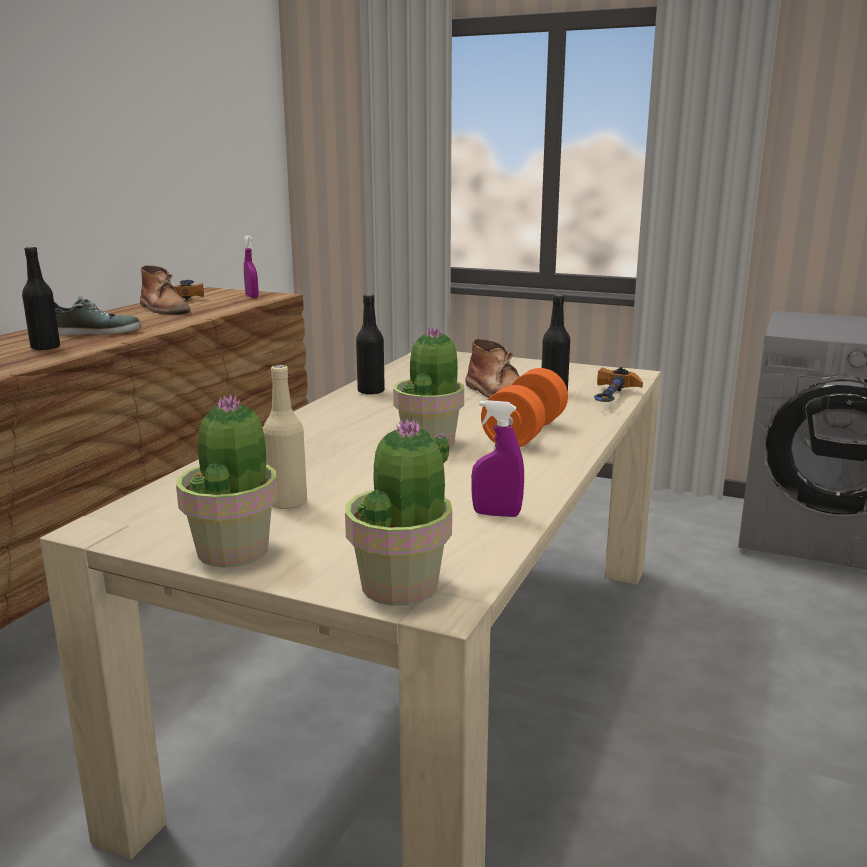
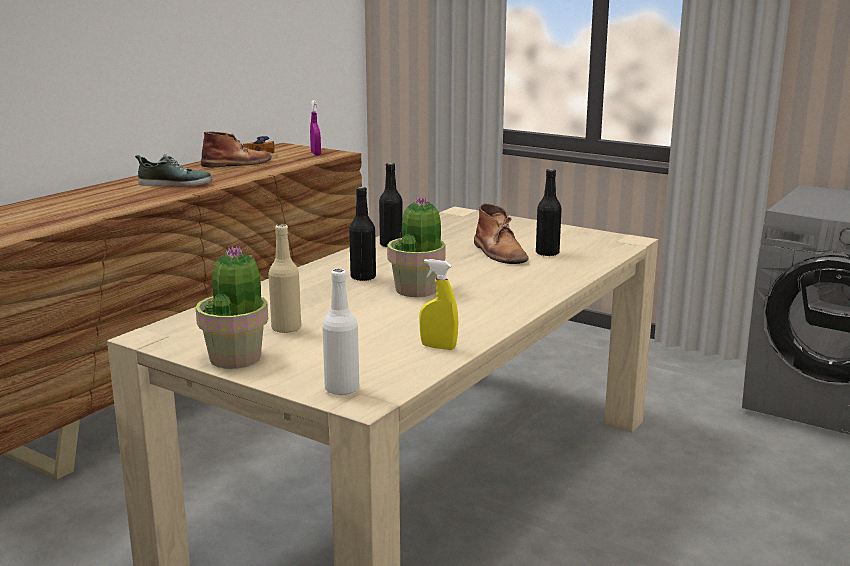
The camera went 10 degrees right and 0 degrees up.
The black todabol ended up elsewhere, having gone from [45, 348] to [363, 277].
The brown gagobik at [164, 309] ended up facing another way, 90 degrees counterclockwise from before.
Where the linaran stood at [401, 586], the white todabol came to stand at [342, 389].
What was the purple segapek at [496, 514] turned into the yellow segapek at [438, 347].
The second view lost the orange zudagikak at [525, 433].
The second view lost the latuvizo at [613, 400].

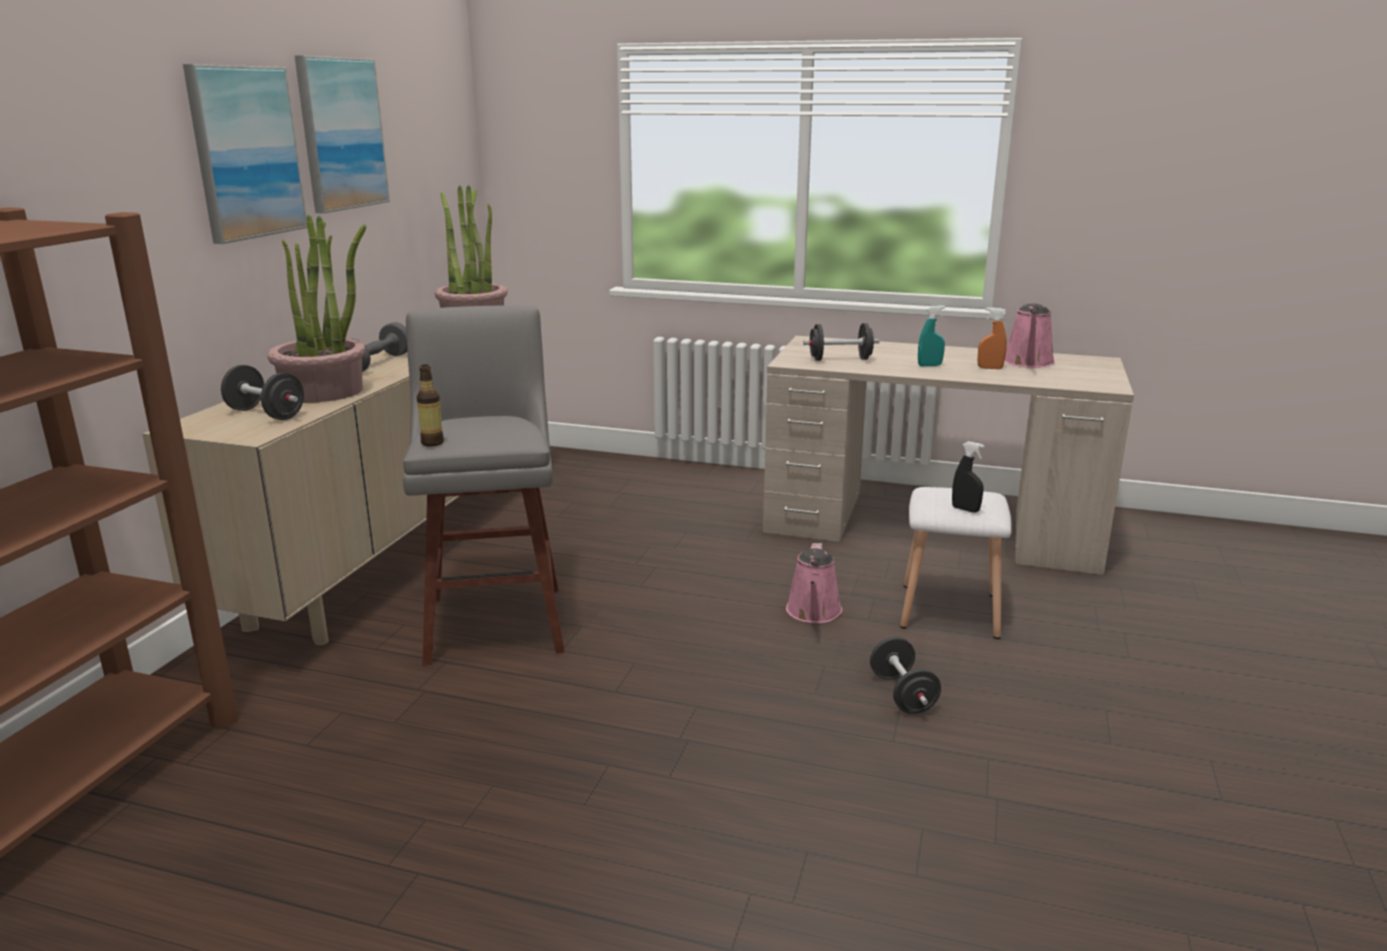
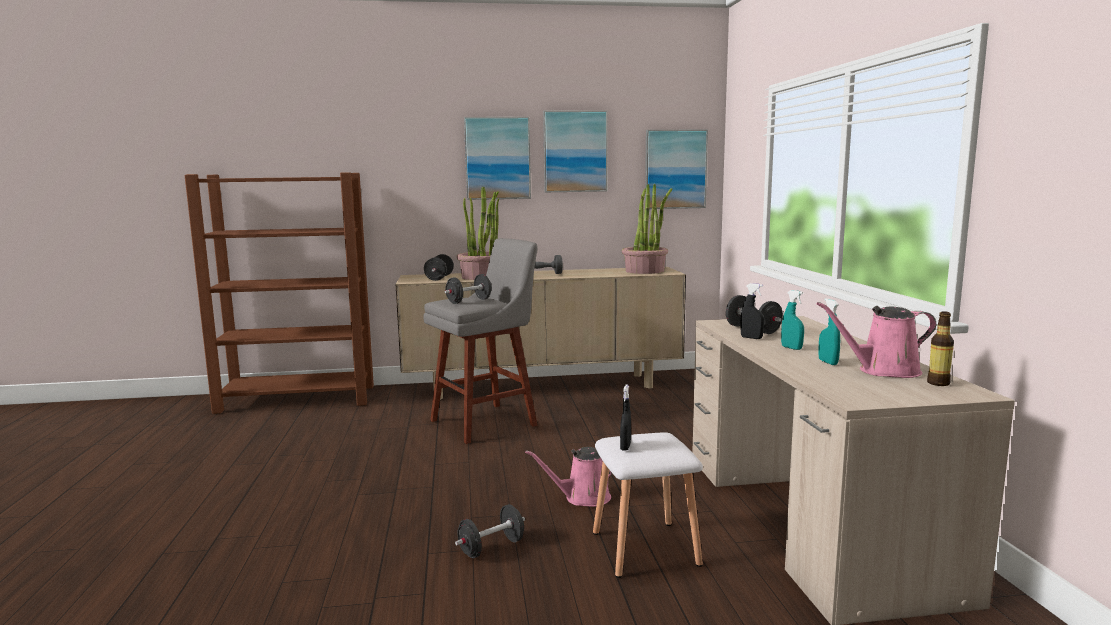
The camera went 65 degrees right and 10 degrees down.
The todabol ended up elsewhere, having gone from [432, 443] to [938, 383].
What was the orange segapek at [990, 368] turned into the turquoise segapek at [828, 362].
The second view gained the black zudagikak at [469, 301].
The second view gained the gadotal at [675, 169].
The second view gained the black segapek at [751, 338].

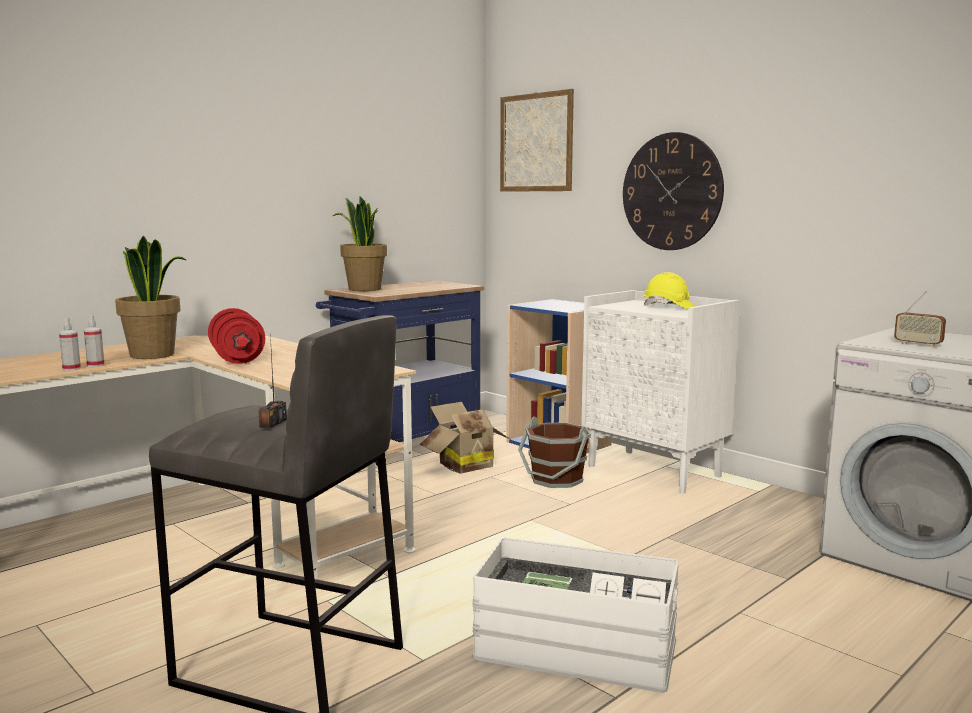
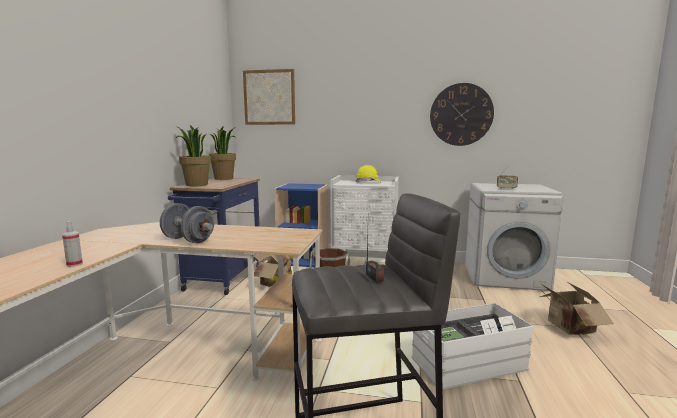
The camera went 35 degrees left and 0 degrees up.
The second view lost the segapek at [71, 369].
The linaran ended up elsewhere, having gone from [153, 355] to [224, 178].
What was the red zudagikak at [237, 359] turned into the grey zudagikak at [188, 240].
The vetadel ended up elsewhere, having gone from [671, 192] to [461, 114].
The second view gained the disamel at [568, 328].

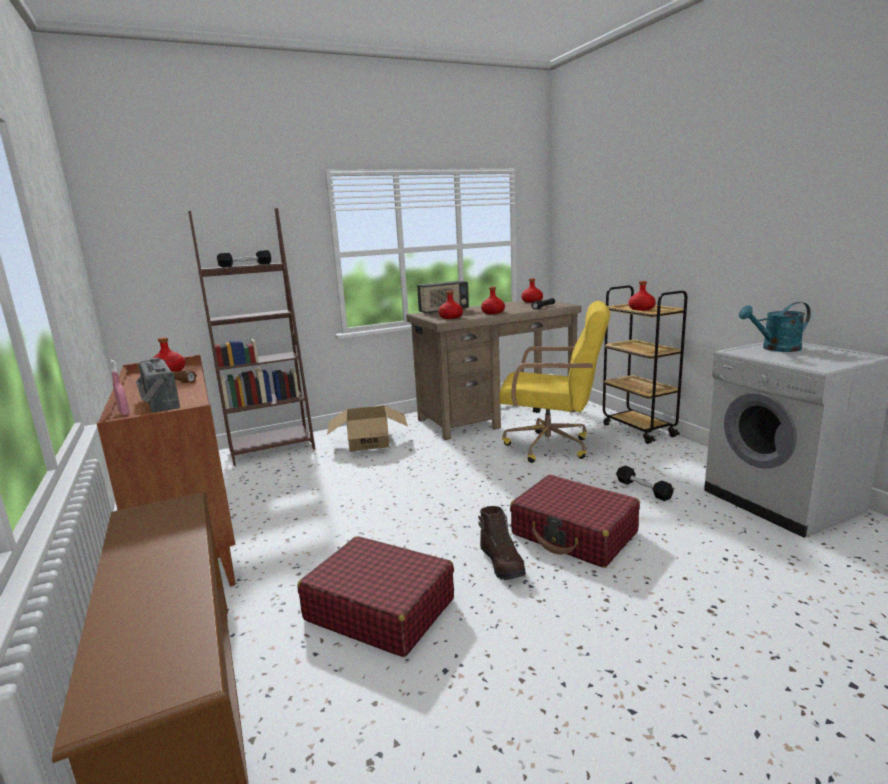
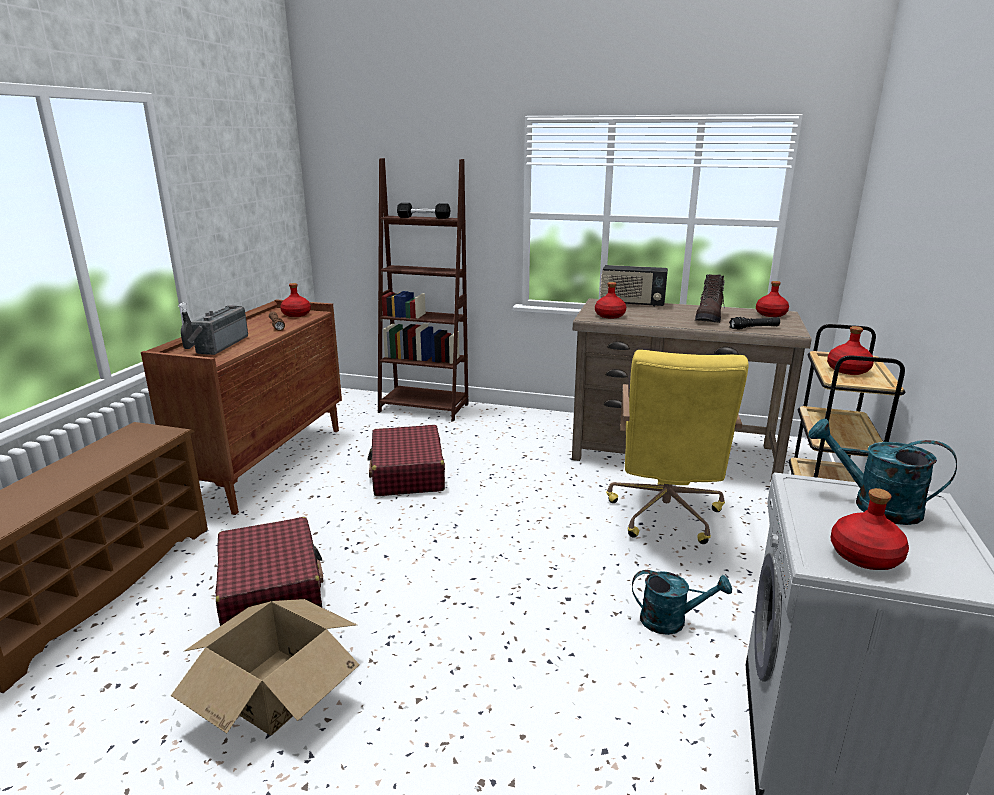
The camera went 40 degrees right and 5 degrees up.
What was the pink segapek at [124, 413] turned into the grey segapek at [189, 347].
The disamel ended up elsewhere, having gone from [369, 442] to [276, 690].
The brown gagobik ended up elsewhere, having gone from [502, 563] to [709, 318].
The red todabol ended up elsewhere, having gone from [493, 312] to [865, 557].
The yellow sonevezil at [553, 447] ended up facing another way, 45 degrees clockwise from before.
The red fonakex ended up elsewhere, having gone from [574, 534] to [407, 473].
Where the black zudagikak stood at [643, 489], the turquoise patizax came to stand at [671, 621].

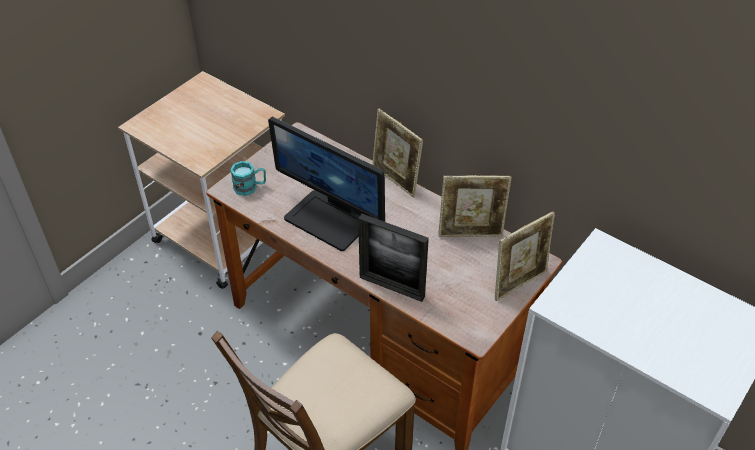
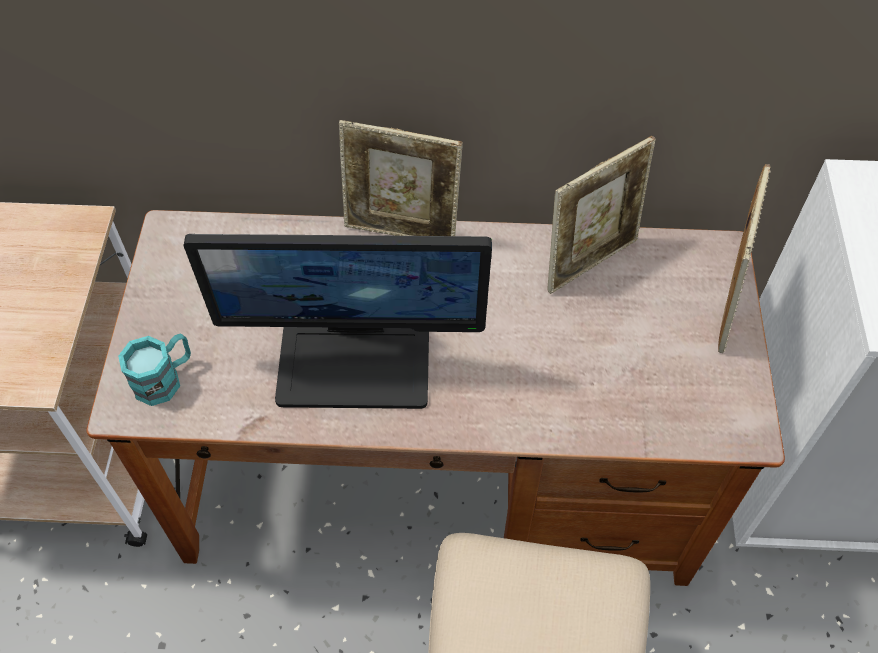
The camera went 35 degrees left and 10 degrees up.
The second view lost the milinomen at [391, 287].

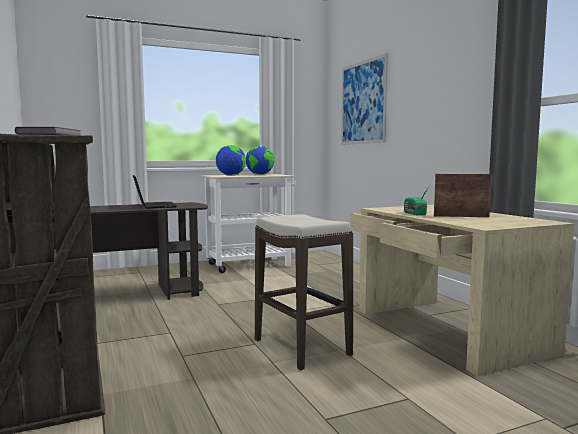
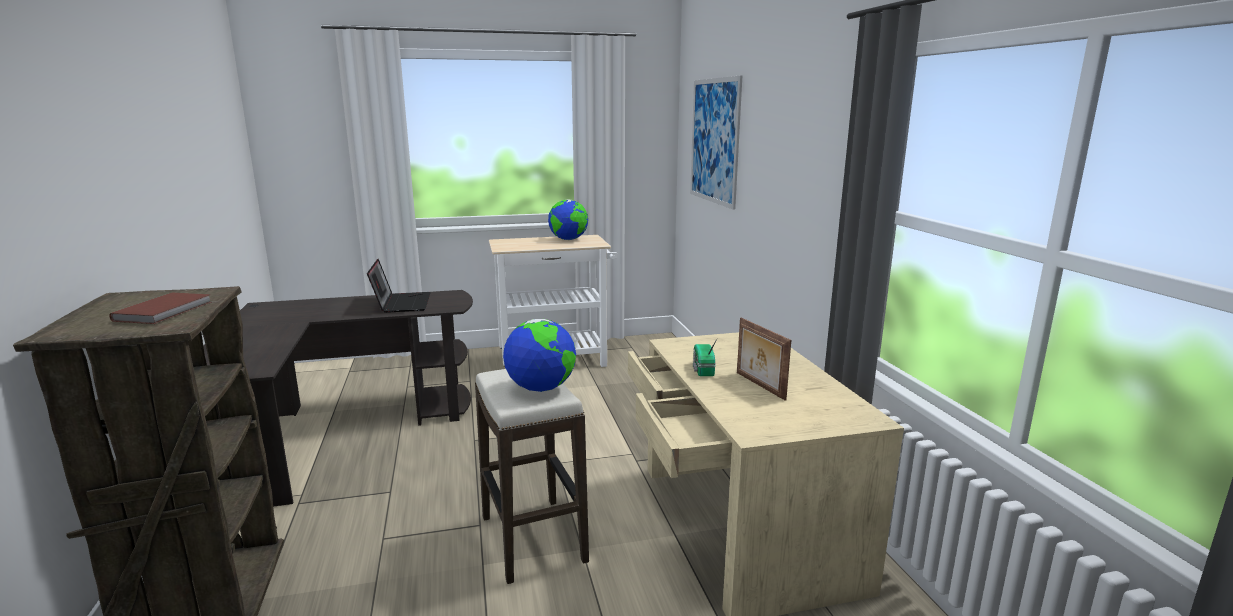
The camera went 10 degrees right and 10 degrees up.
The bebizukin ended up elsewhere, having gone from [231, 175] to [541, 388].
The milinomen at [461, 216] ended up facing another way, 135 degrees counterclockwise from before.

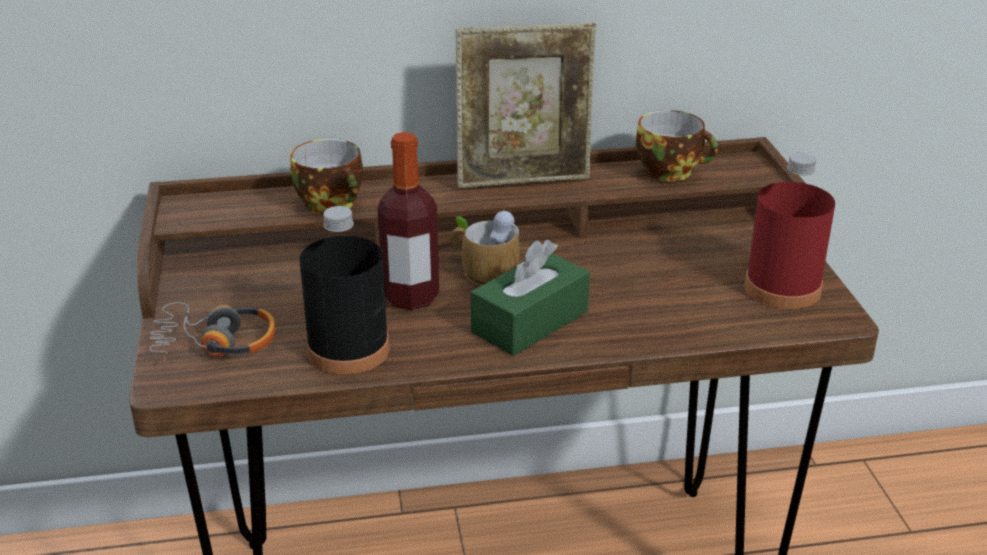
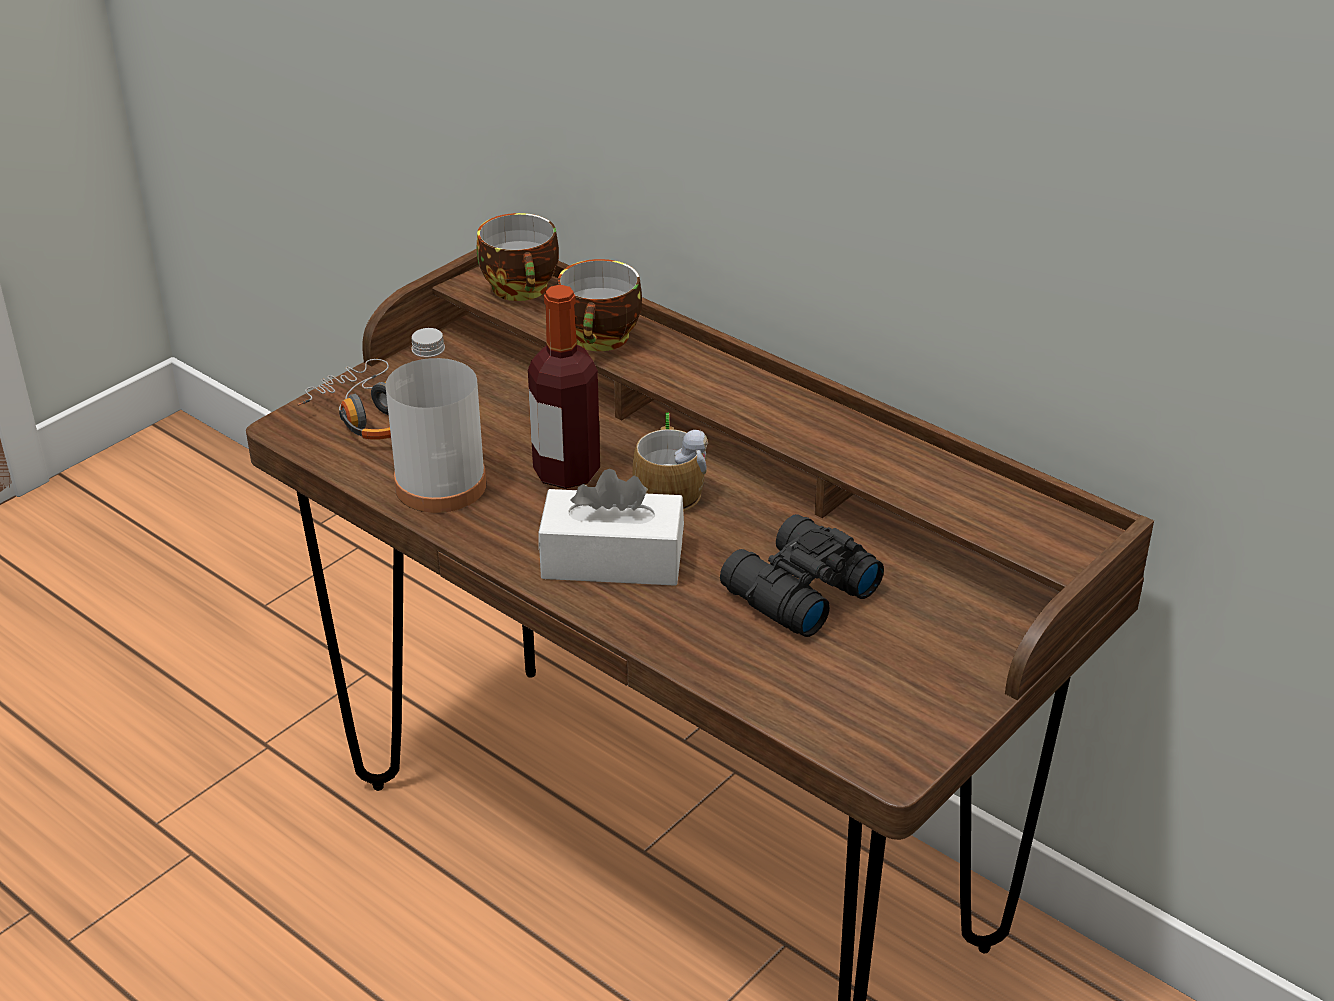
The camera went 50 degrees right and 5 degrees up.
What was the black todabol at [348, 350] turned into the white todabol at [440, 485].
The second view lost the milinomen at [524, 180].
What was the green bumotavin at [530, 322] turned into the white bumotavin at [612, 560].
The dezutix ended up elsewhere, having gone from [671, 171] to [523, 289].
The second view lost the red todabol at [782, 288].
The second view gained the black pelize at [796, 591].

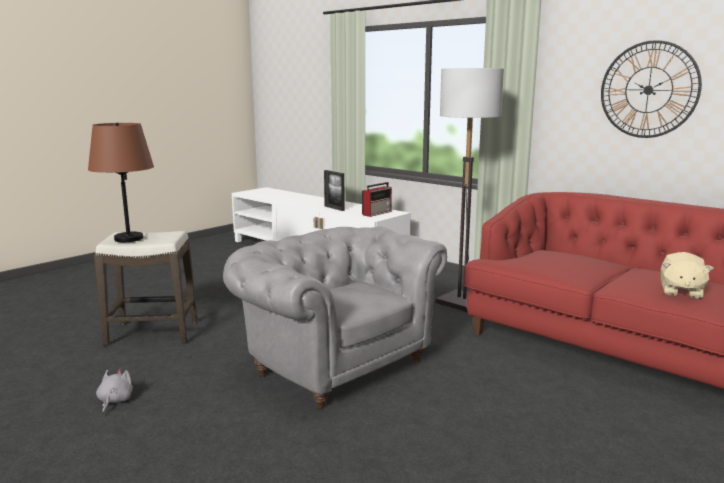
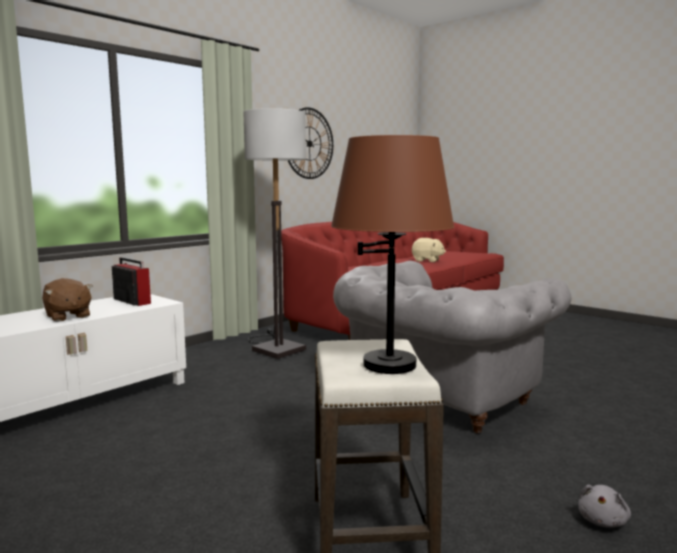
The camera went 90 degrees left and 5 degrees down.
The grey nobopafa at [114, 401] ended up facing another way, 60 degrees counterclockwise from before.
Where the milinomen stood at [334, 208], the brown nobopafa came to stand at [67, 316].

